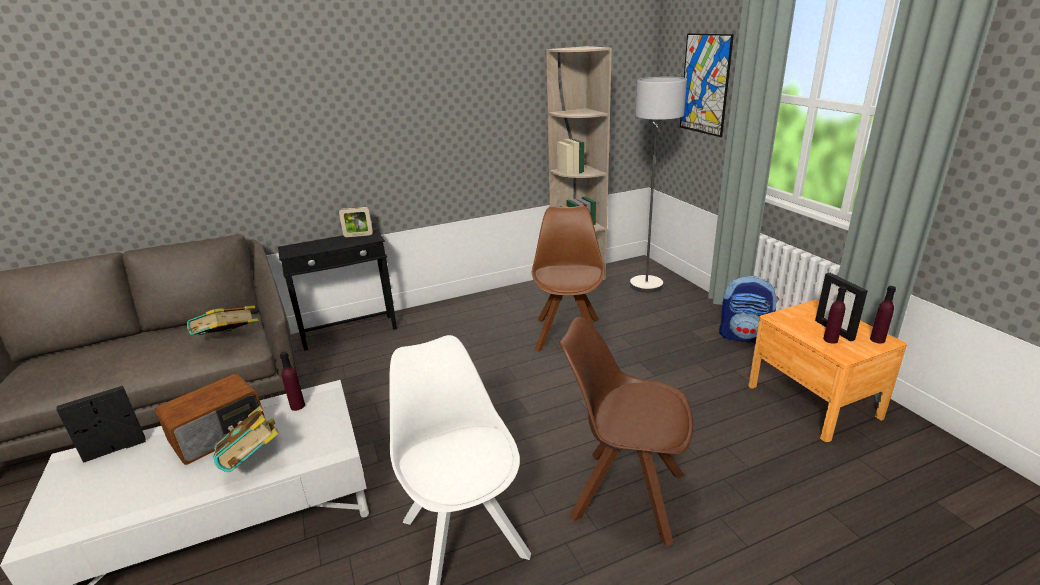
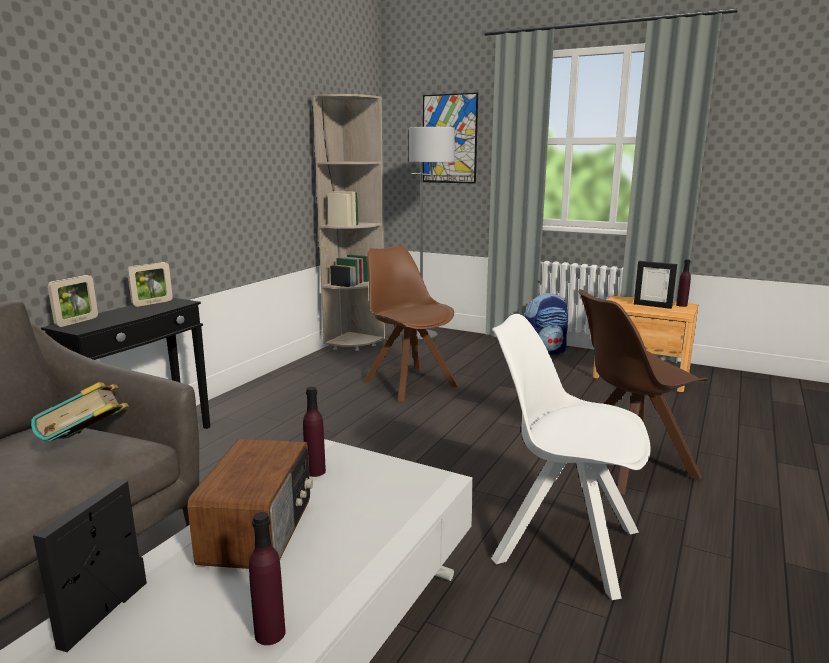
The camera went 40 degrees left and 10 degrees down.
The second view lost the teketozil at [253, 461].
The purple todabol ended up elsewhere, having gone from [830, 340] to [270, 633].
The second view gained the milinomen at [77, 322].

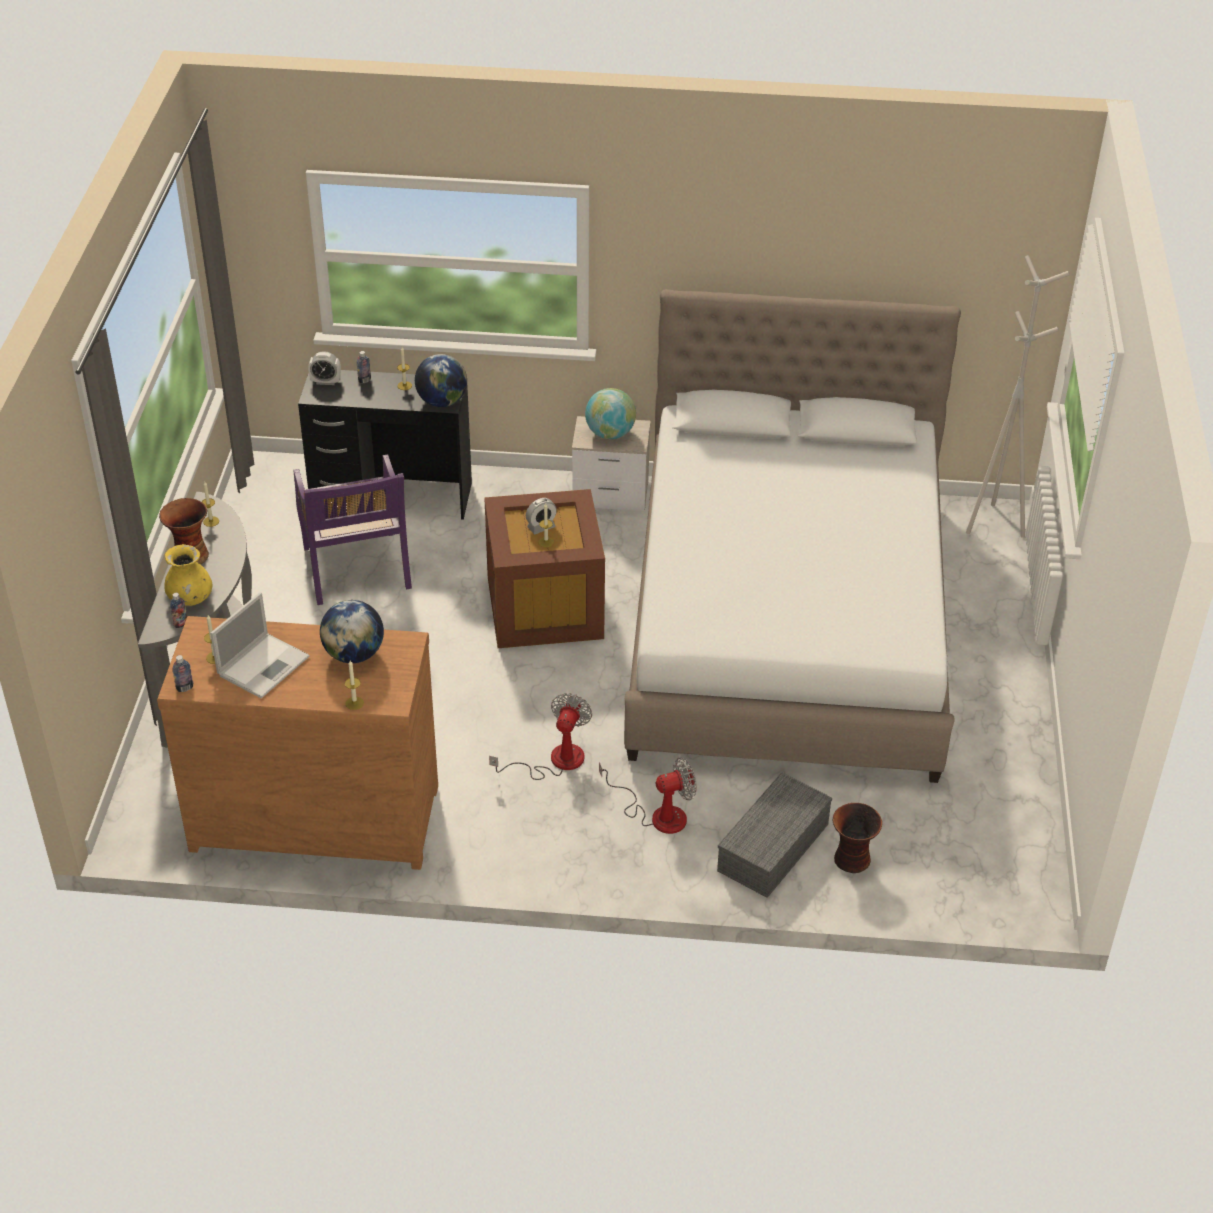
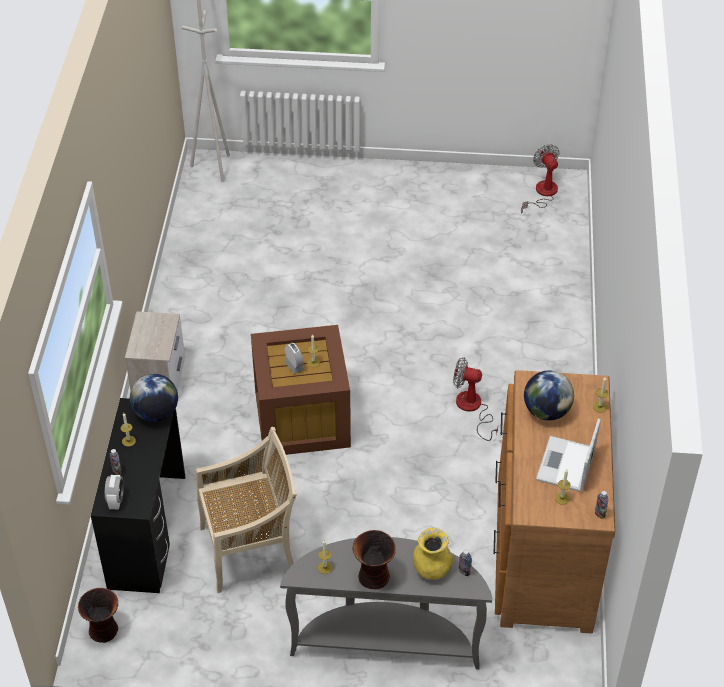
The camera went 90 degrees left and 5 degrees up.
The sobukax at [264, 665] ended up facing another way, 105 degrees counterclockwise from before.
What was the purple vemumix at [357, 570] turned into the beige vemumix at [250, 549].
The second view lost the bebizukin at [610, 434].
The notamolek ended up elsewhere, having gone from [657, 814] to [542, 193].
The second view lost the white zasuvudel at [788, 620].
The second view lost the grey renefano at [773, 849].
The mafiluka ended up elsewhere, having gone from [851, 860] to [104, 630].

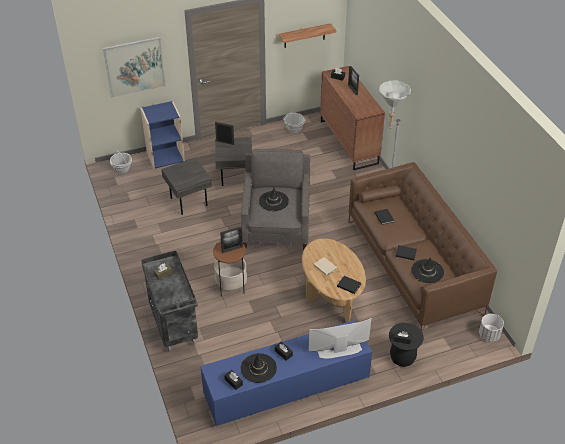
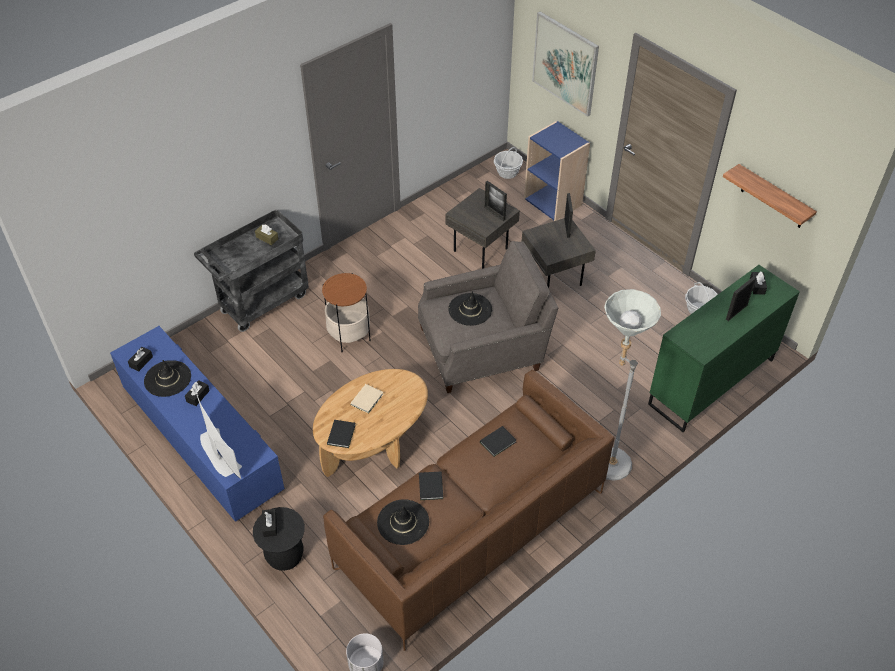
The camera went 70 degrees right and 5 degrees up.
The milinomen ended up elsewhere, having gone from [232, 249] to [494, 213].
What was the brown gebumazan at [349, 142] turned into the green gebumazan at [712, 382].

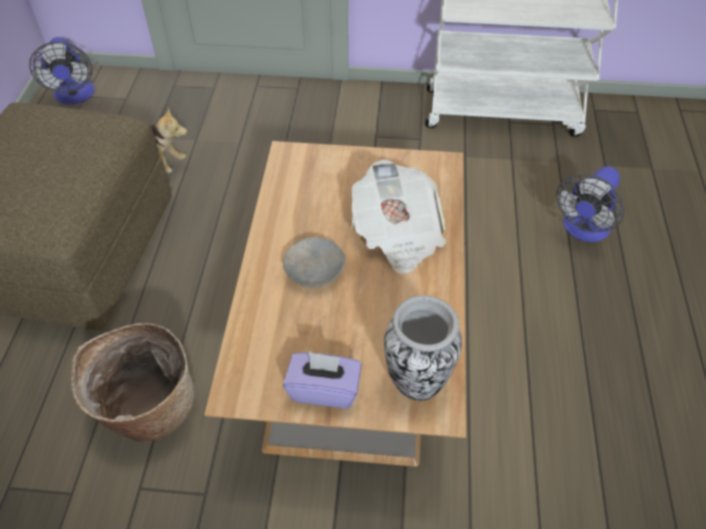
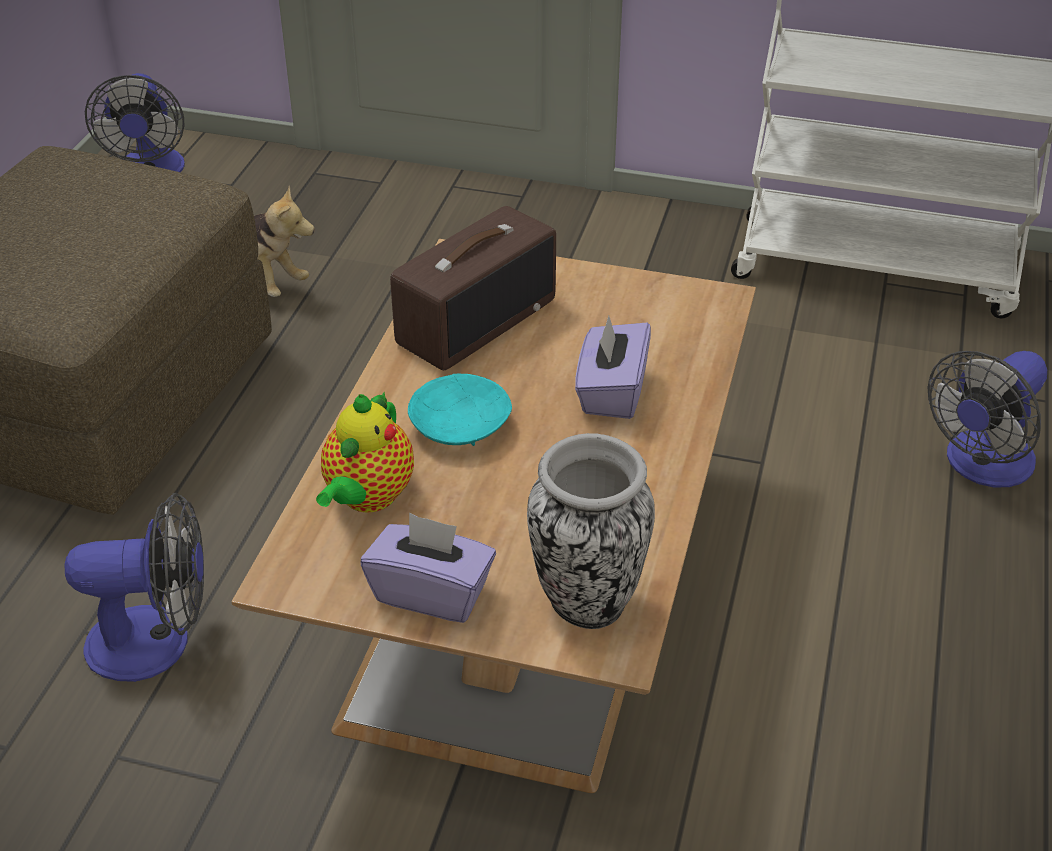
The camera went 10 degrees right and 10 degrees down.
Where the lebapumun stood at [147, 409], the notamolek came to stand at [157, 642].
What was the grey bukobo at [313, 270] turned into the turquoise bukobo at [459, 425].
Where the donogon stood at [397, 235], the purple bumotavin came to stand at [611, 392].
The second view gained the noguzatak at [367, 498].
The second view gained the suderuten at [476, 320].

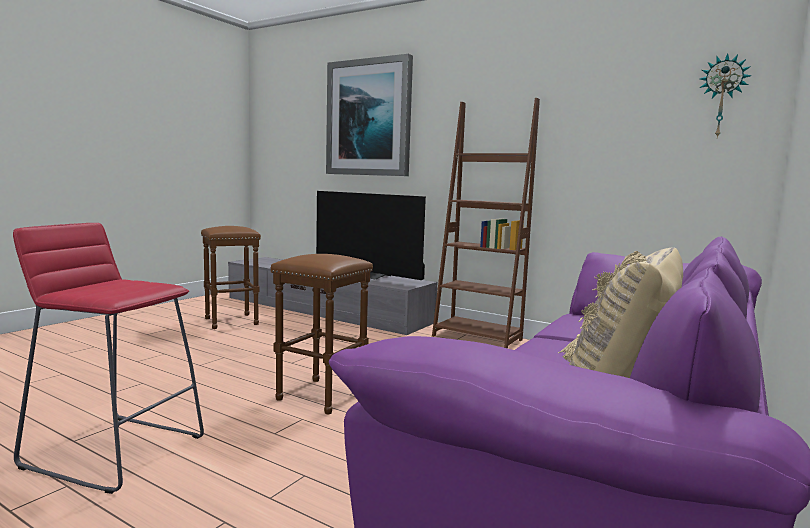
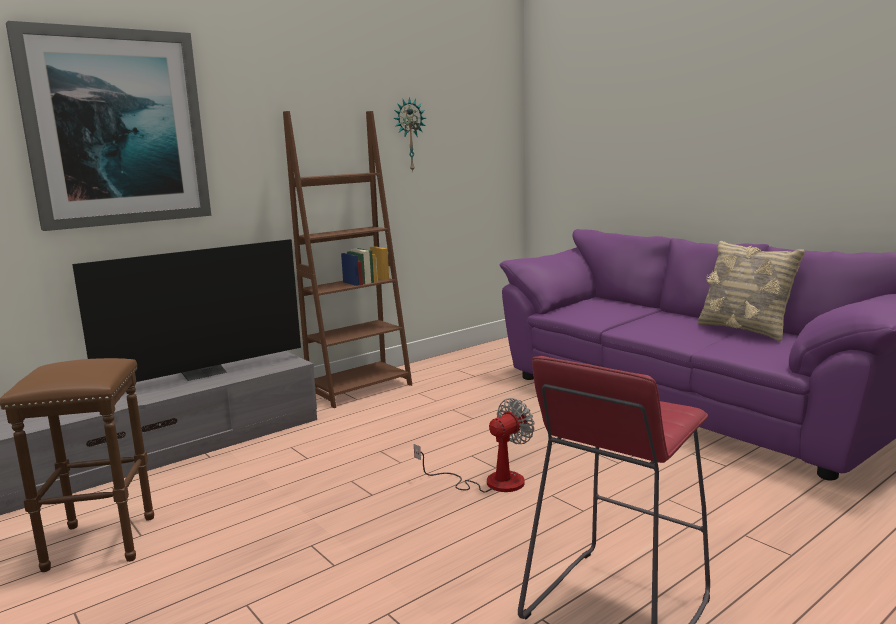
The camera went 70 degrees left and 5 degrees up.
Where the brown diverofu stood at [321, 394], the notamolek came to stand at [490, 482].
The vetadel ended up elsewhere, having gone from [722, 96] to [409, 135].

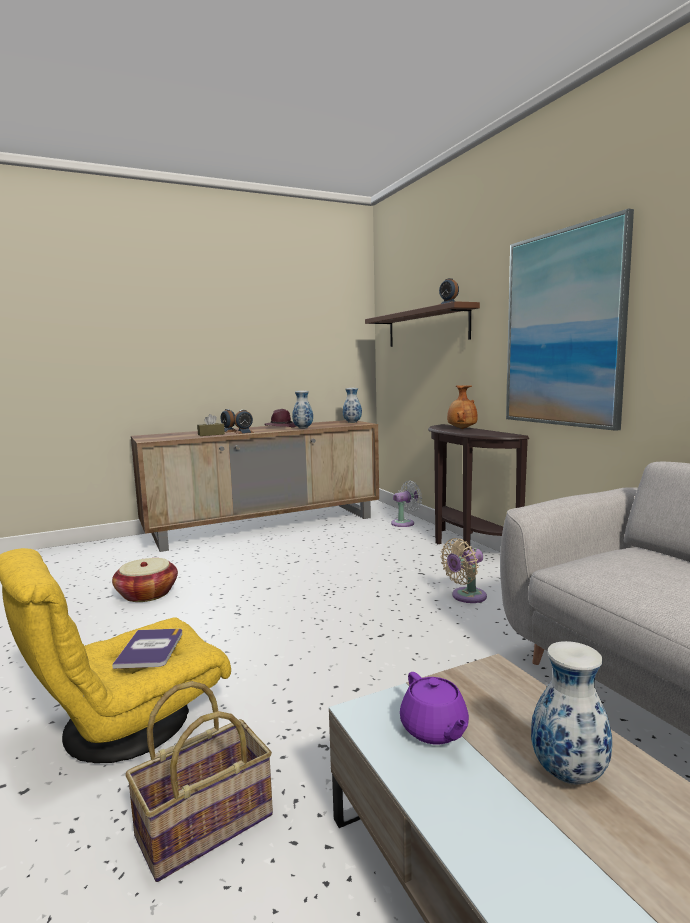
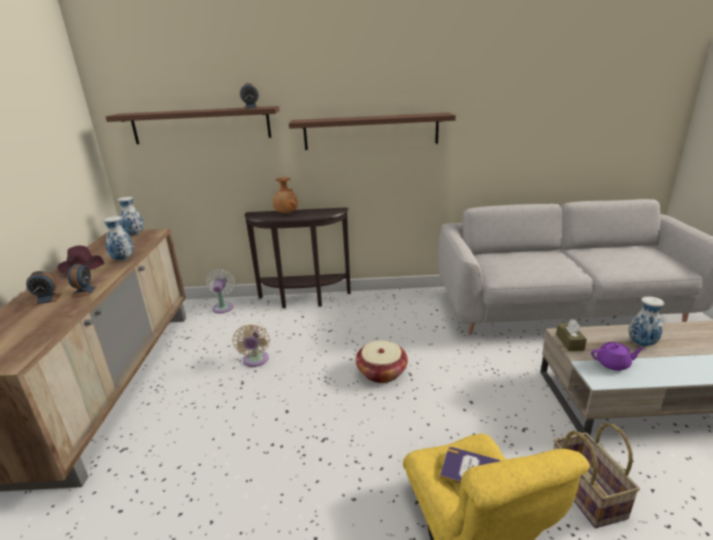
The camera went 65 degrees left and 15 degrees up.
The lebapumun ended up elsewhere, having gone from [147, 594] to [381, 372].
The brown bumotavin ended up elsewhere, having gone from [211, 434] to [569, 342].
The beige notamolek ended up elsewhere, having gone from [466, 597] to [255, 361].
Where the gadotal hung at [563, 329], the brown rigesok came to hang at [371, 131].

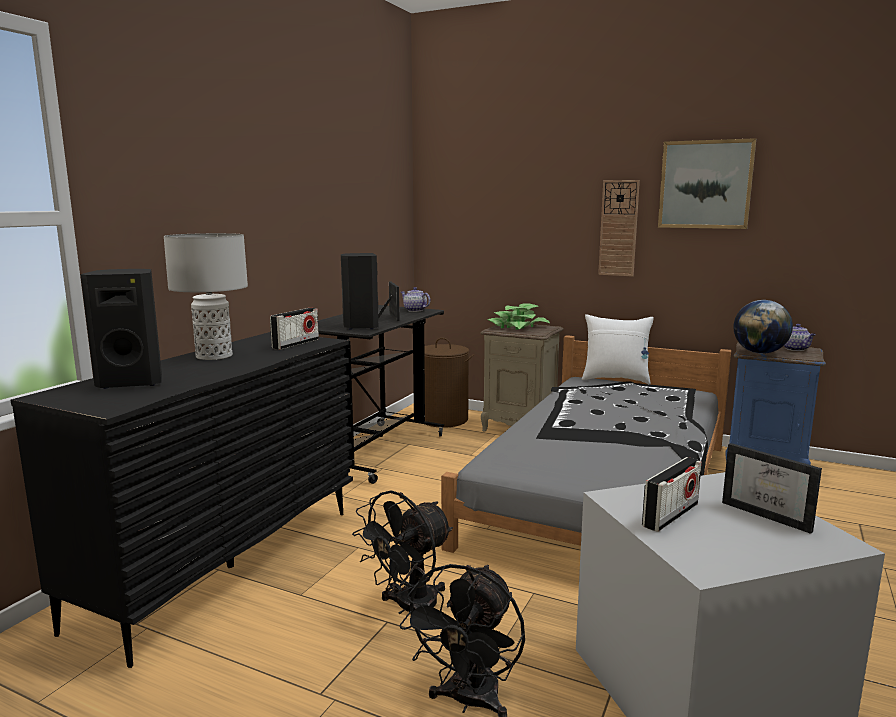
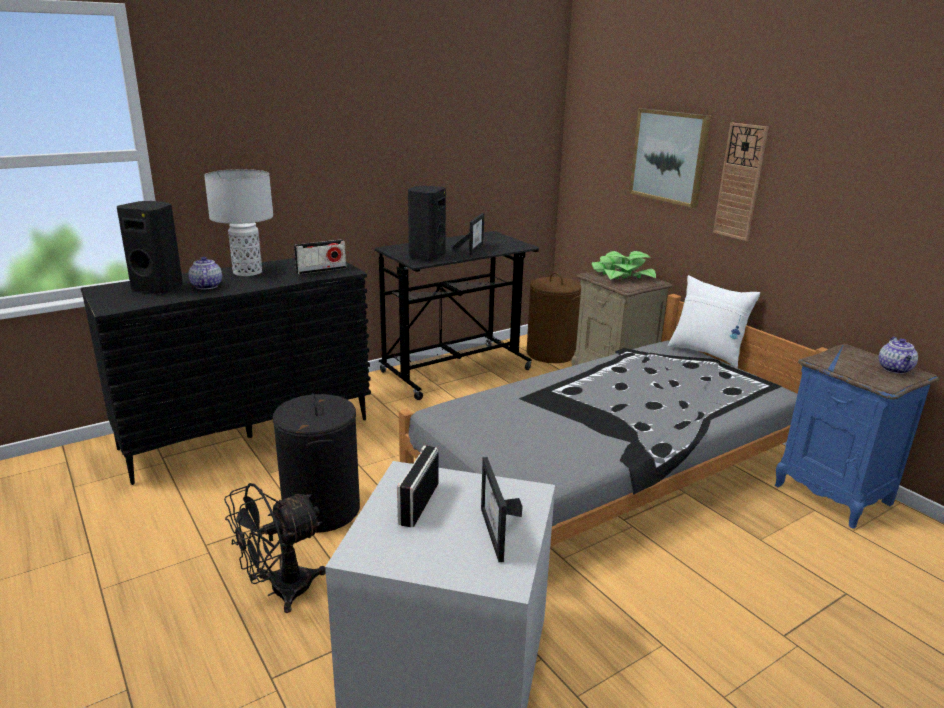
The camera went 30 degrees right and 10 degrees up.
Where the black notamolek stood at [408, 609], the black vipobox came to stand at [322, 510].
The noguzatak ended up elsewhere, having gone from [414, 310] to [206, 286].
The suderuten at [670, 515] ended up facing another way, 120 degrees clockwise from before.
The gadotal ended up elsewhere, having gone from [705, 184] to [669, 156].
The second view lost the bebizukin at [759, 352].

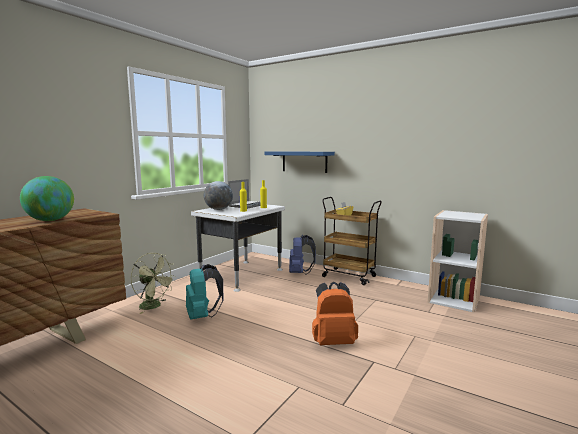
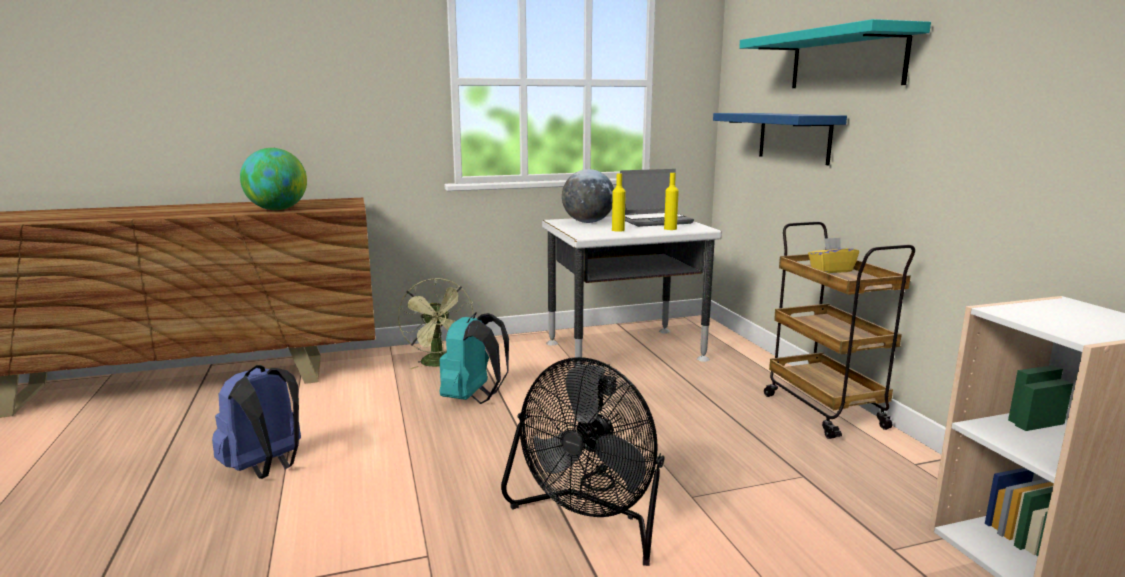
The camera went 40 degrees right and 5 degrees up.
The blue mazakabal ended up elsewhere, having gone from [300, 273] to [266, 468].
Where the orange mazakabal stood at [333, 342], the black notamolek came to stand at [588, 516].
The second view gained the turquoise rigesok at [846, 60].

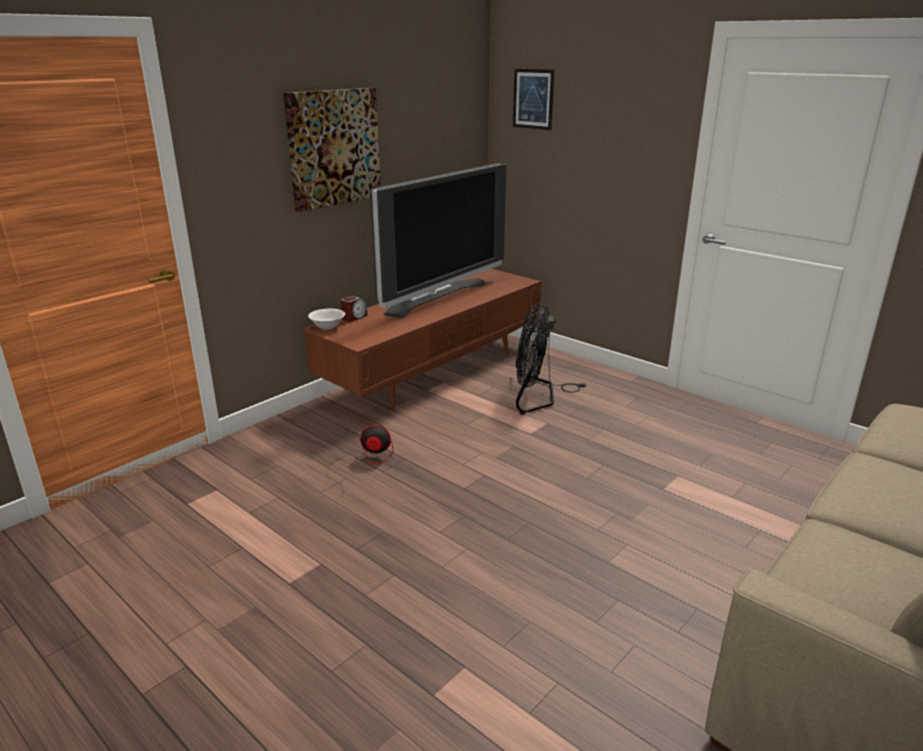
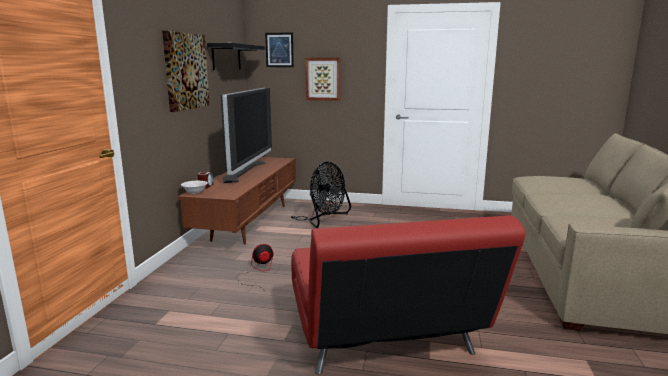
The camera went 30 degrees left and 10 degrees down.
The black notamolek at [539, 393] ended up facing another way, 120 degrees counterclockwise from before.
The second view gained the black rigesok at [226, 57].
The second view gained the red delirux at [386, 339].
The second view gained the gadotal at [323, 79].

